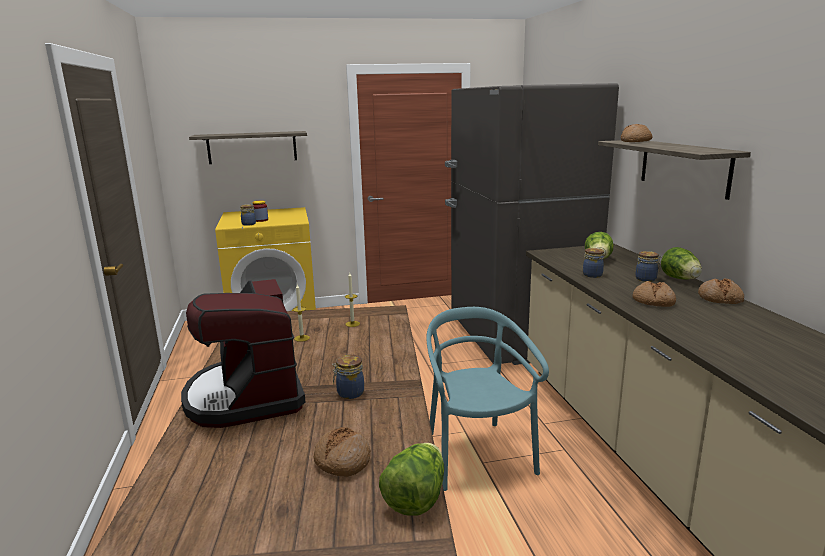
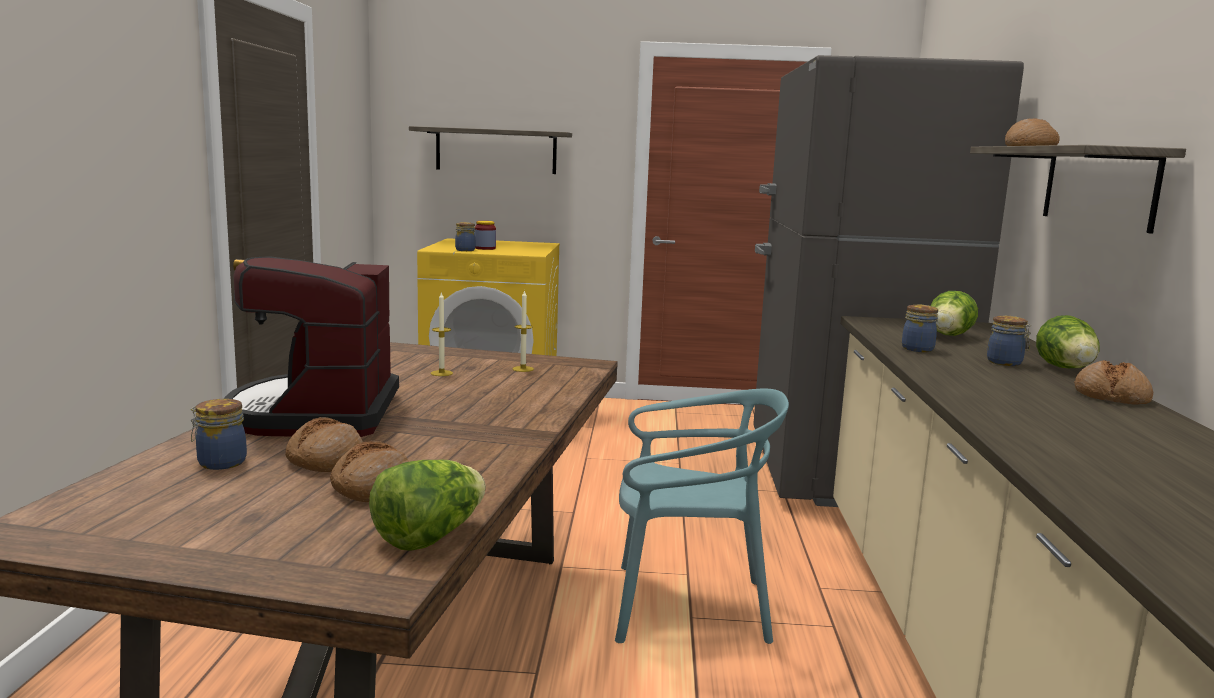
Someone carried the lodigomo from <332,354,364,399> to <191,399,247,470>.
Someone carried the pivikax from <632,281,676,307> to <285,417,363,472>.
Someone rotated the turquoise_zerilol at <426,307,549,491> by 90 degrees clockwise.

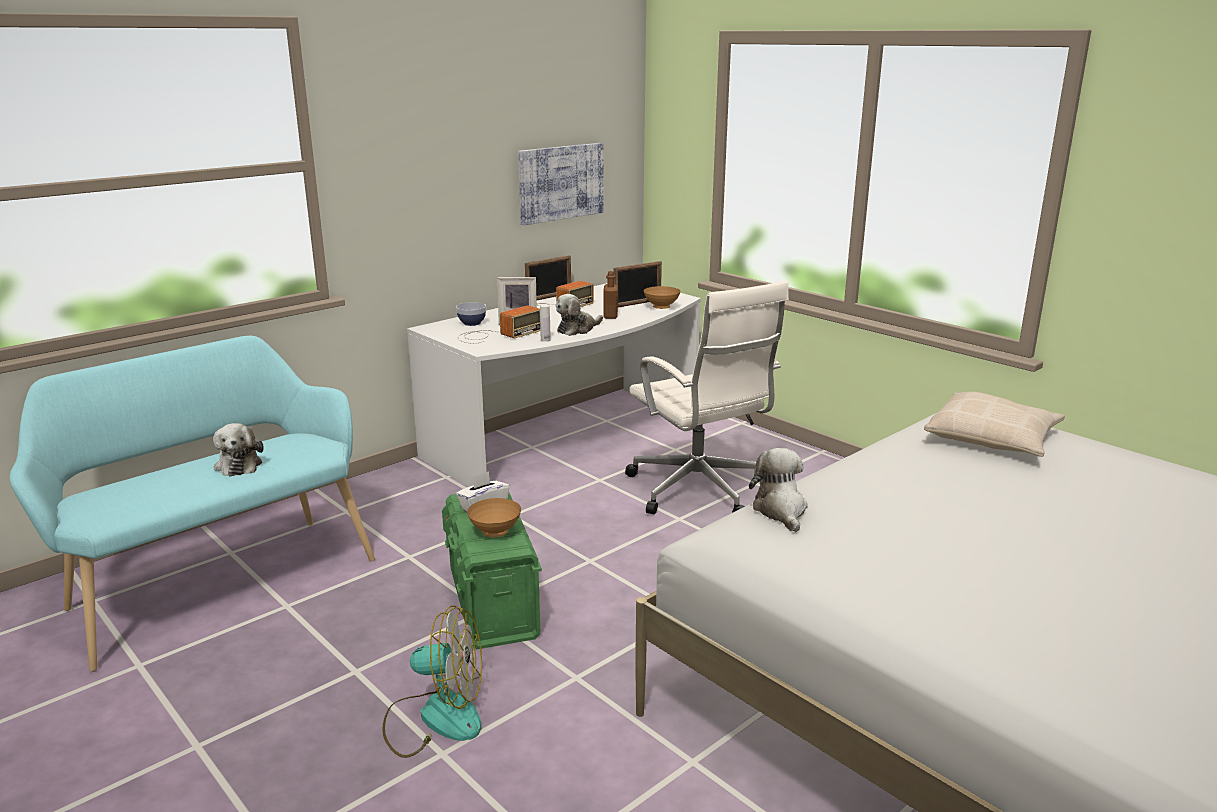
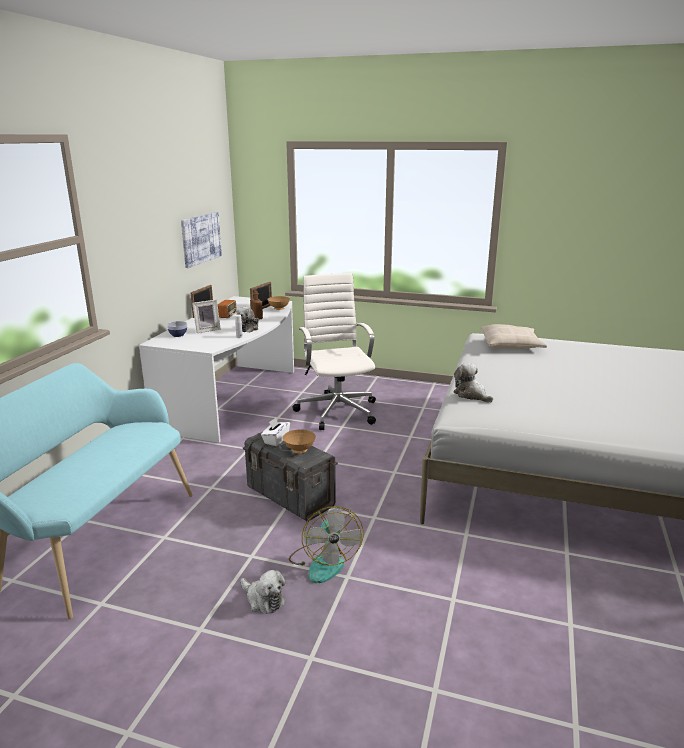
Someone took away the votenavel at <458,305,540,344>.
Someone carried the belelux from <213,423,264,476> to <241,570,285,614>.
Someone repainted the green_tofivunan at <442,493,542,649>, which became the grey_tofivunan at <243,432,338,521>.
Someone rotated the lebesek at <382,605,482,758> by 105 degrees clockwise.
Someone rotated the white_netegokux at <625,281,789,515> by 135 degrees counterclockwise.

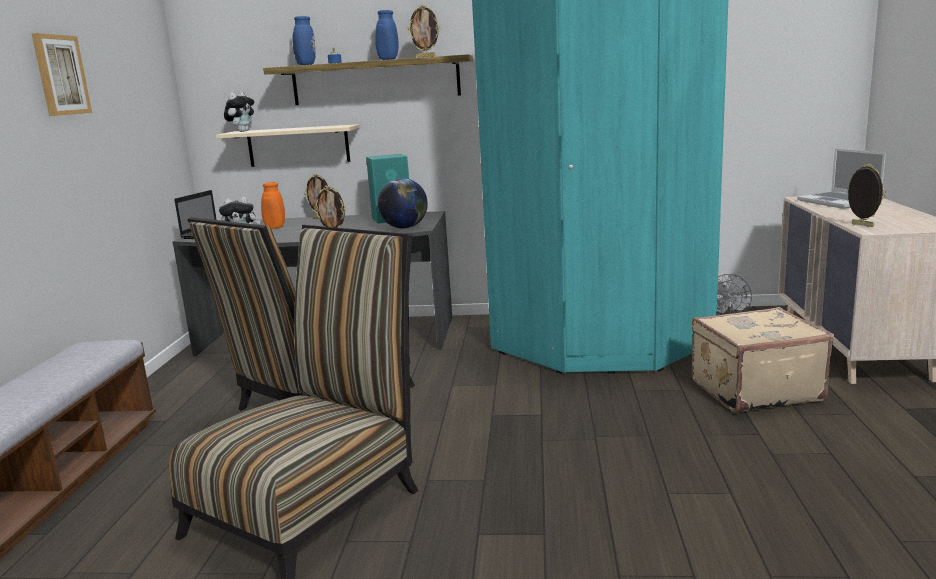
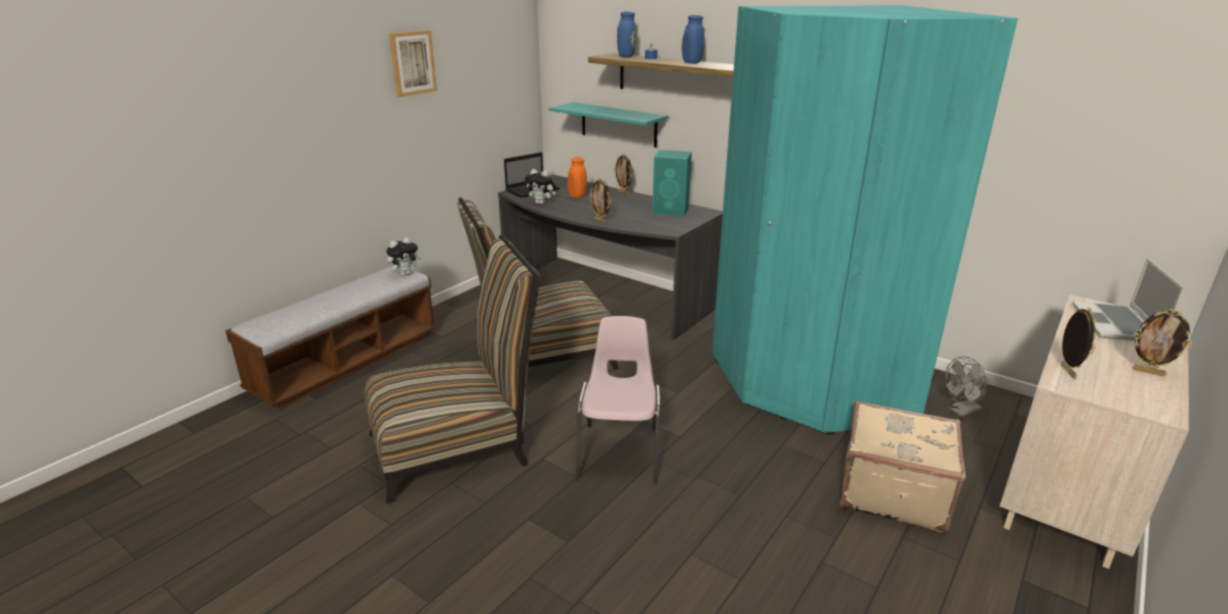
Someone took away the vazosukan at <378,178,428,229>.
Someone put down the pink_zerilol at <576,316,660,484>.
Someone carried the belelux from <224,92,254,132> to <386,237,421,276>.
Someone carried the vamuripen from <408,4,440,57> to <1132,309,1192,376>.
Someone repainted the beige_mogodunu at <216,124,360,167>, which became the turquoise_mogodunu at <549,102,668,148>.

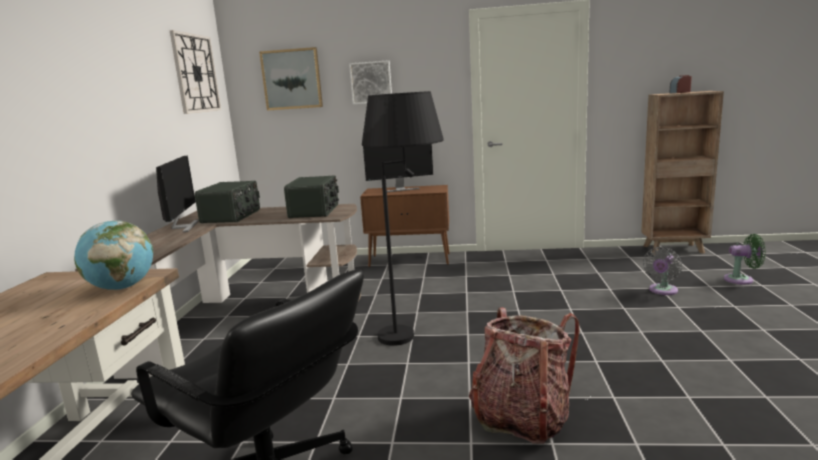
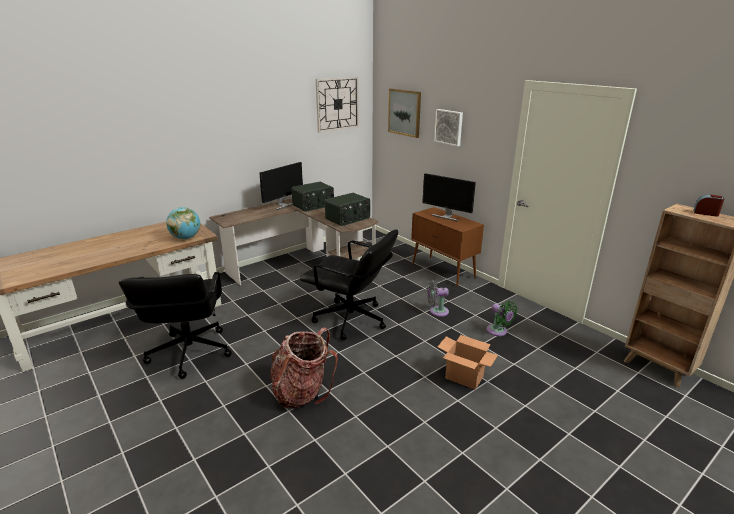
Someone put down the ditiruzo at <438,335,498,390>.
Someone carried the grey_lebesek from <643,247,682,295> to <427,280,449,317>.
Someone carried the green_lebesek from <724,234,766,284> to <486,301,518,336>.
Someone swapped the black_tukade at <362,91,444,346> for the black_netegokux at <300,229,398,340>.

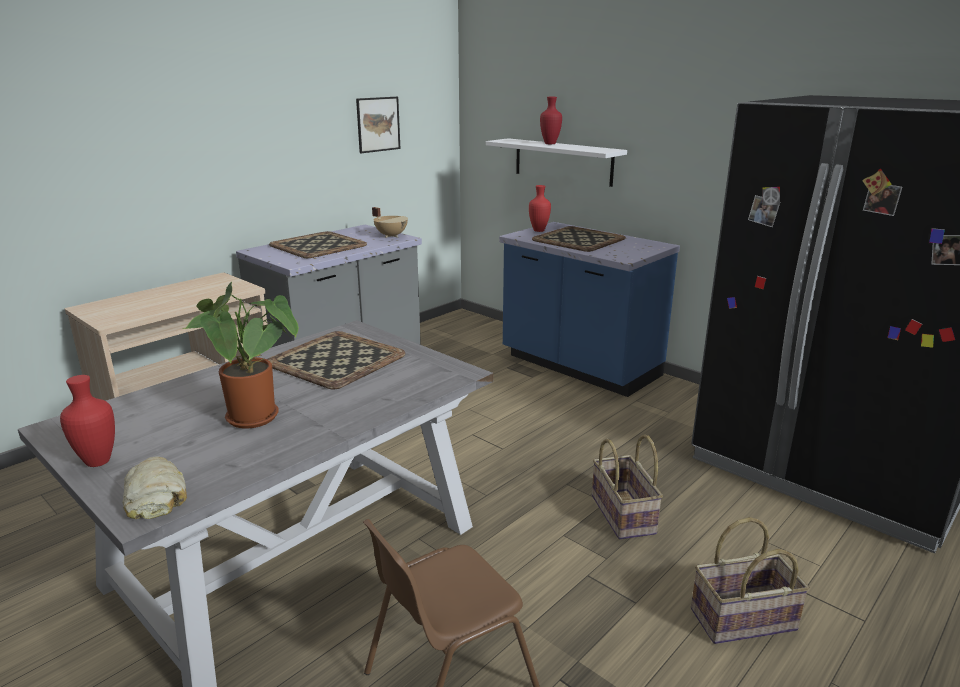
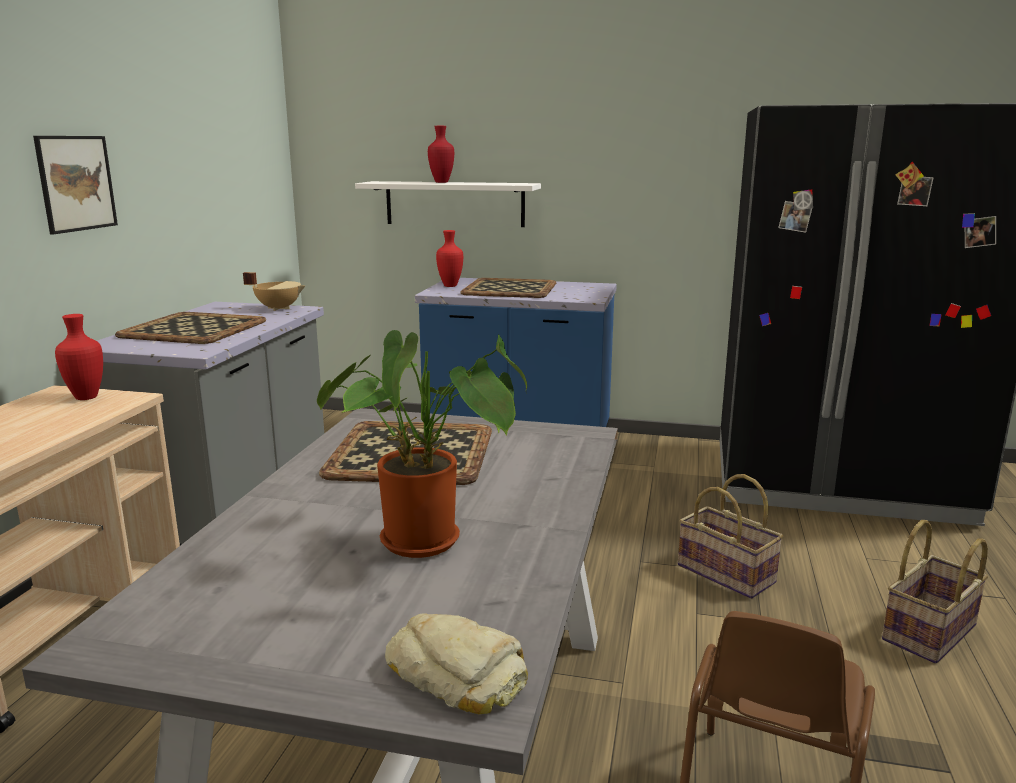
Someone carried the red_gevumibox from <60,375,115,467> to <55,314,103,400>.
Someone carried the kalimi from <356,97,400,153> to <33,136,118,234>.

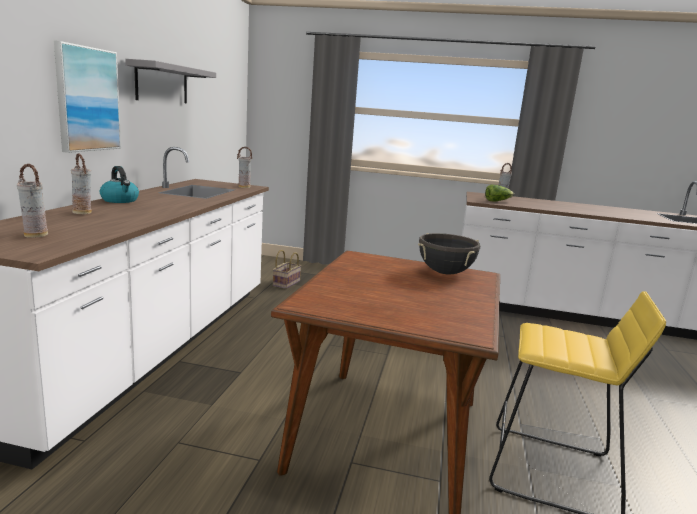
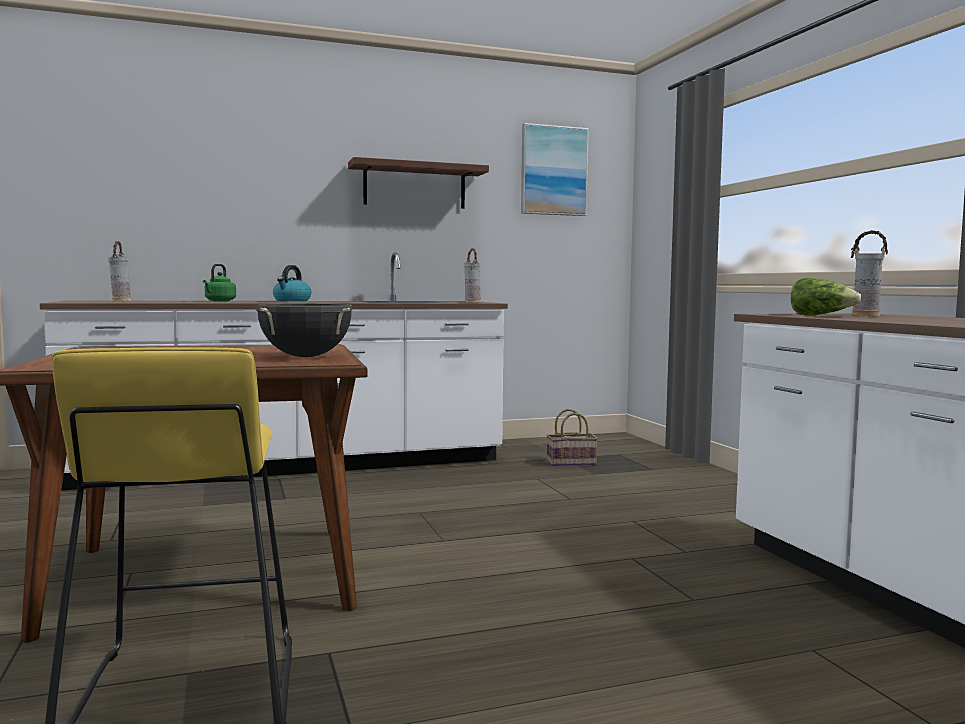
Someone carried the kalimi from <54,41,121,153> to <521,123,589,216>.
Someone swapped the gevumibox at <71,153,92,214> for the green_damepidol at <203,264,236,301>.
Someone repainted the grey_mogodunu at <125,59,216,103>, which became the brown_mogodunu at <348,157,489,209>.

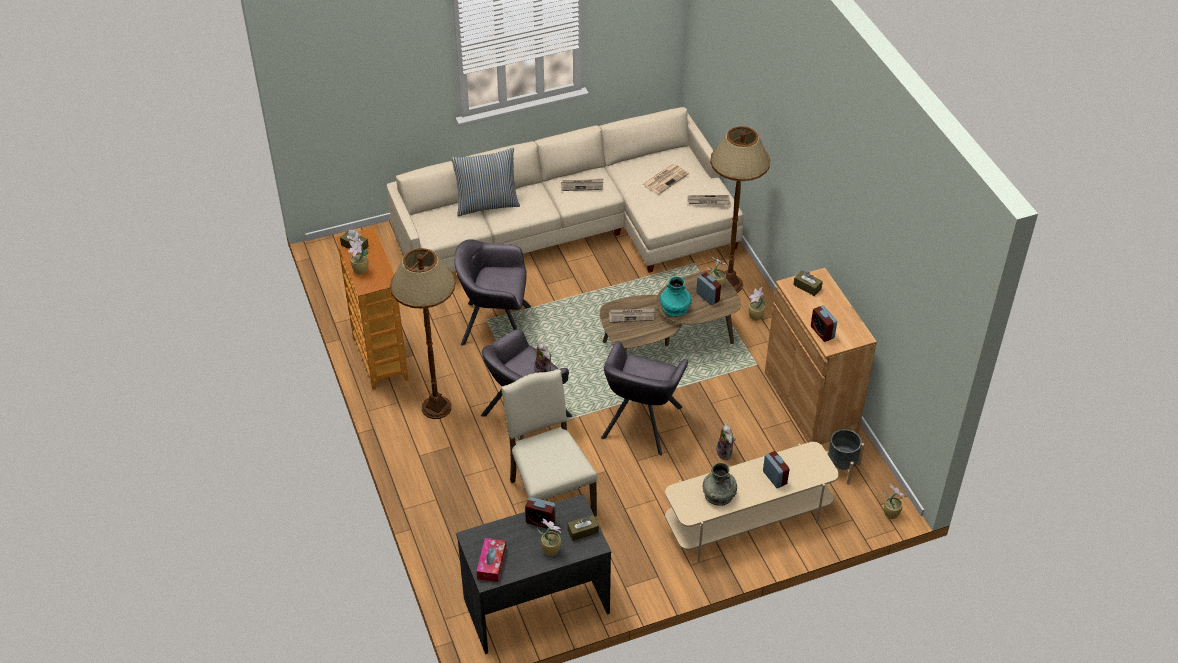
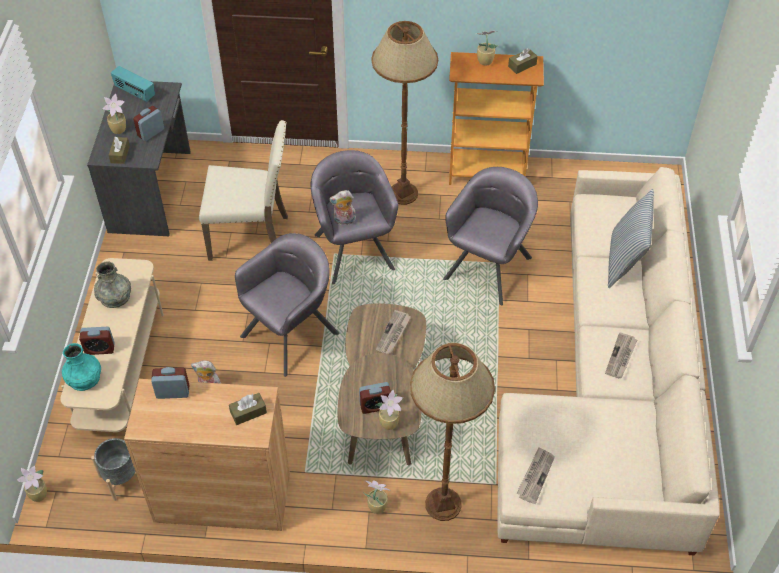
Someone took away the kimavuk at <642,164,689,195>.
Someone carried the turquoise_gevumibox from <660,276,692,317> to <62,343,101,391>.
Someone swapped the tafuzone at <477,538,506,582> for the votenavel at <111,66,155,102>.
Someone rotated the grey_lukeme at <601,341,688,456> by 90 degrees clockwise.

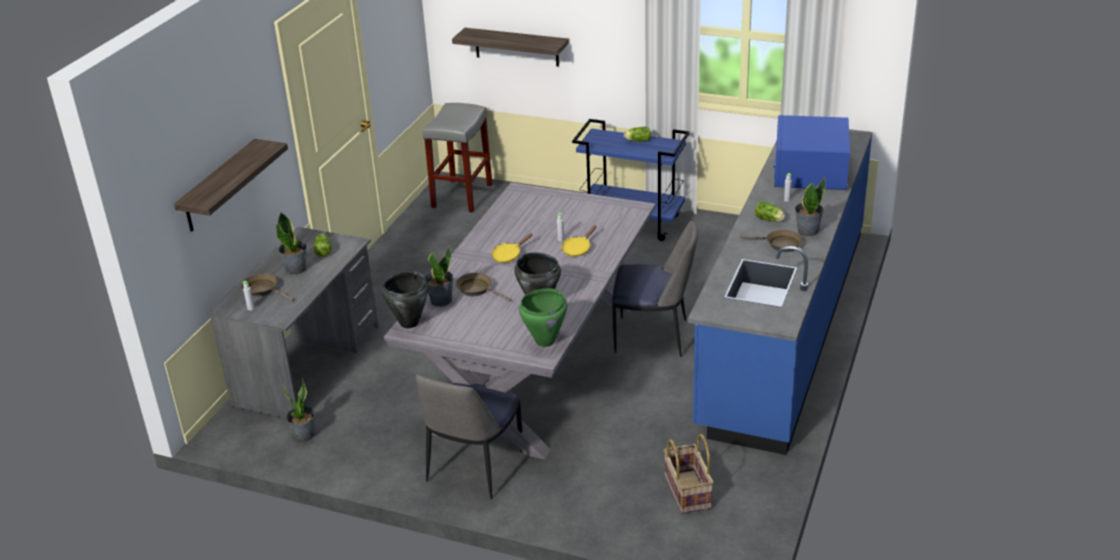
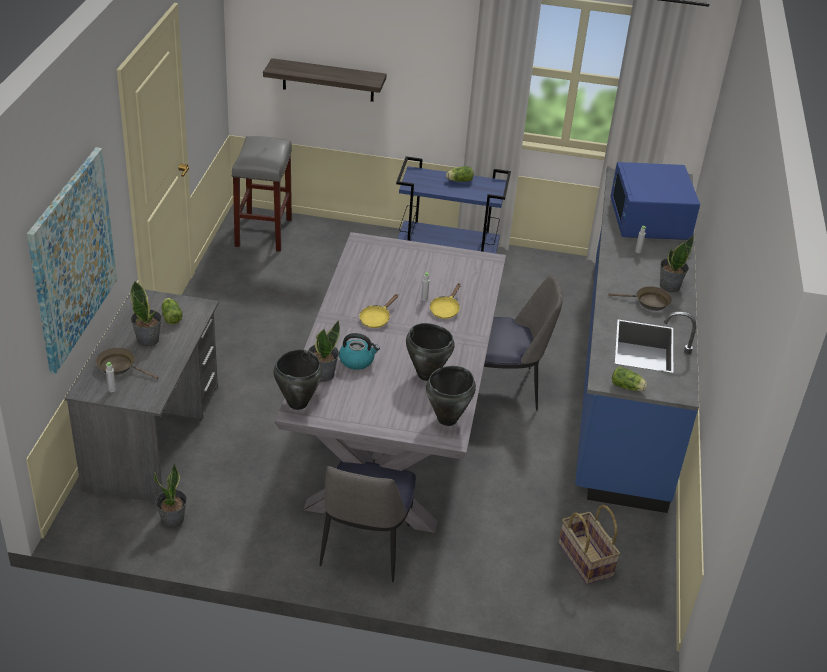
Someone carried the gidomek from <755,201,785,222> to <612,367,647,391>.
Someone swapped the mogodunu at <174,139,288,232> for the kalimi at <27,147,117,374>.
Someone swapped the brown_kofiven at <456,273,511,302> for the damepidol at <339,333,380,370>.
Someone repainted the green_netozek at <519,288,567,347>, which became the black_netozek at <426,366,476,426>.

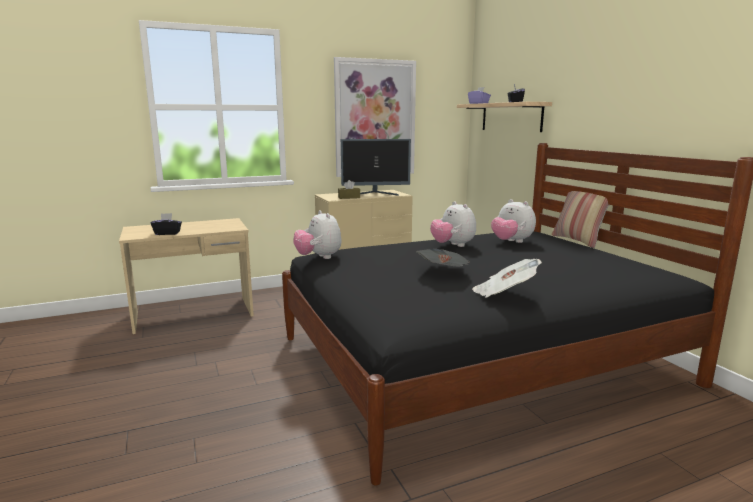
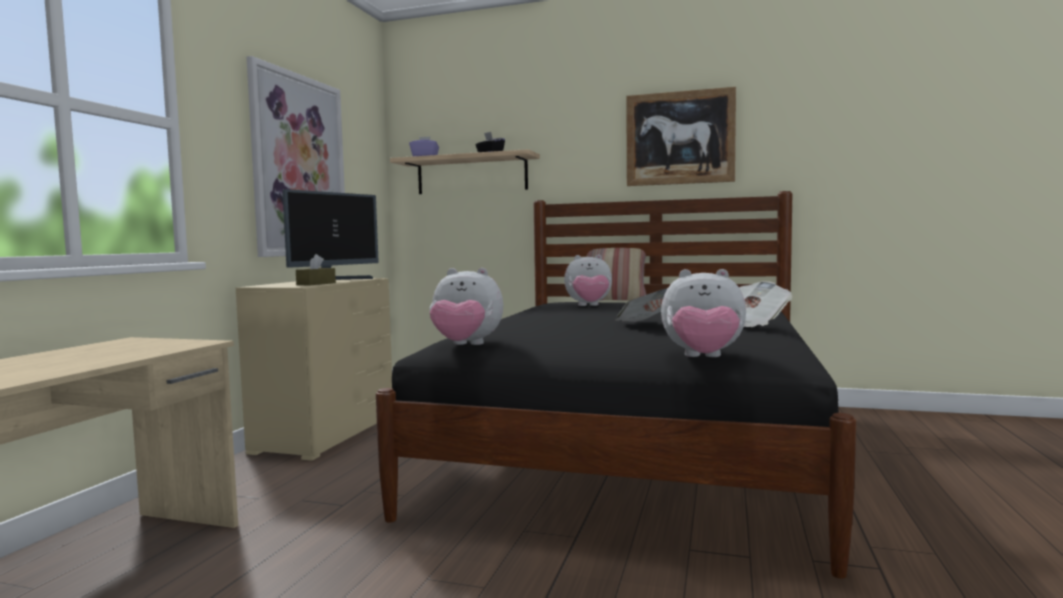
Someone took away the black_tafuzone at <151,213,182,235>.
Someone put up the kalimi at <626,87,736,186>.
Someone carried the belelux from <430,201,476,247> to <661,269,746,357>.

